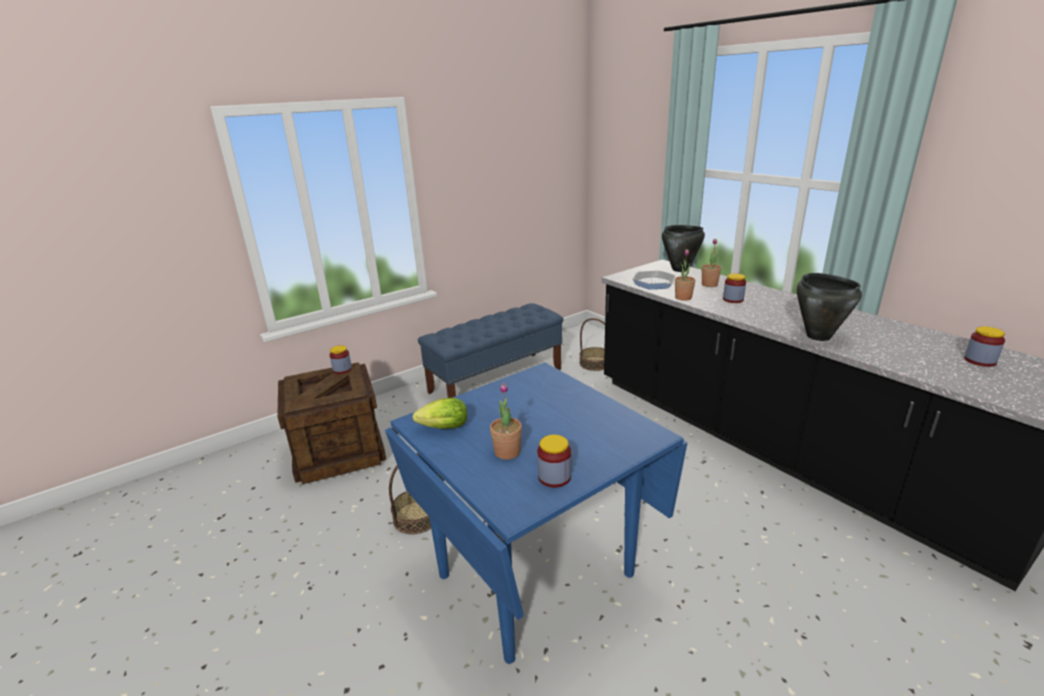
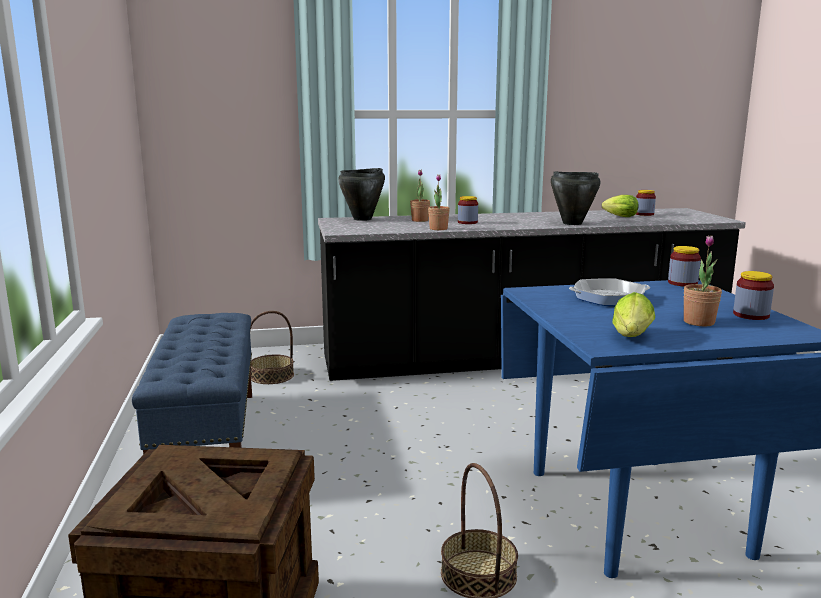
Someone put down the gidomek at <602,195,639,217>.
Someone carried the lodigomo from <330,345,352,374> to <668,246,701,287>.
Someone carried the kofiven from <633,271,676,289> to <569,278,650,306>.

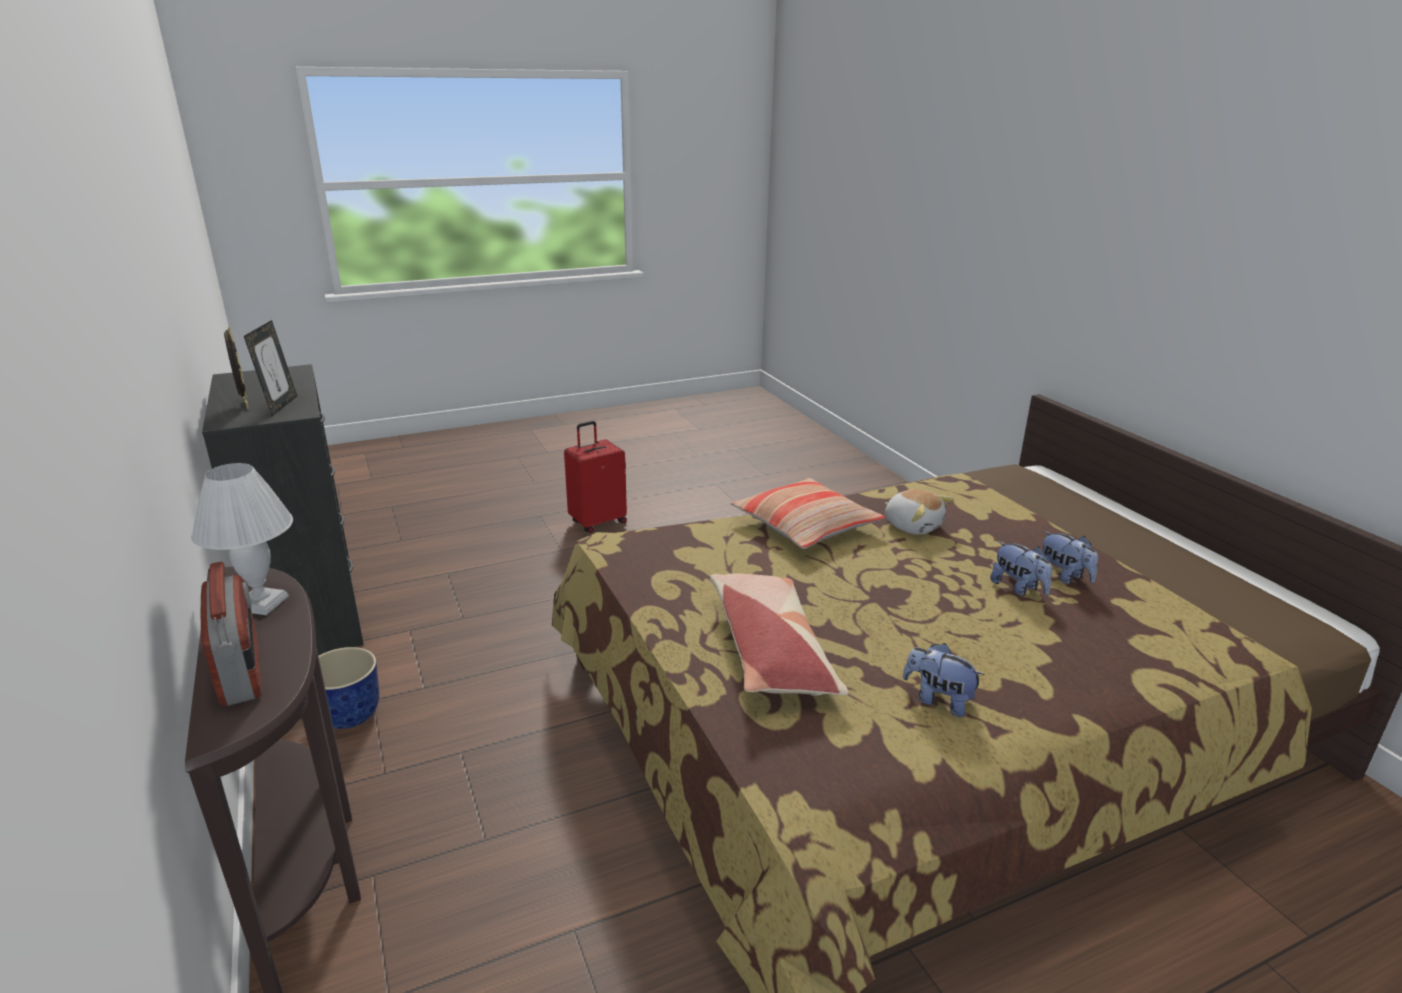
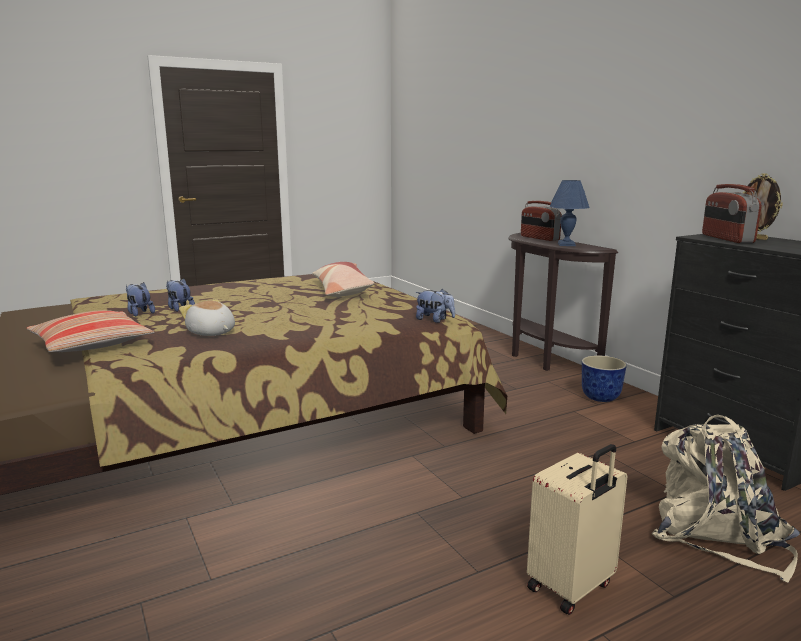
Someone put down the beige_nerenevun at <652,415,800,583>.
Someone carried the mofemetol from <731,478,885,549> to <27,310,154,352>.
Someone carried the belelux from <903,643,985,717> to <416,289,455,323>.
Someone swapped the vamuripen at <244,320,297,416> for the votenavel at <702,184,762,243>.
Someone repainted the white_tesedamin at <191,463,293,615>, which became the blue_tesedamin at <549,180,590,246>.
Someone repainted the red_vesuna at <564,421,627,533>, which became the beige_vesuna at <527,444,627,615>.

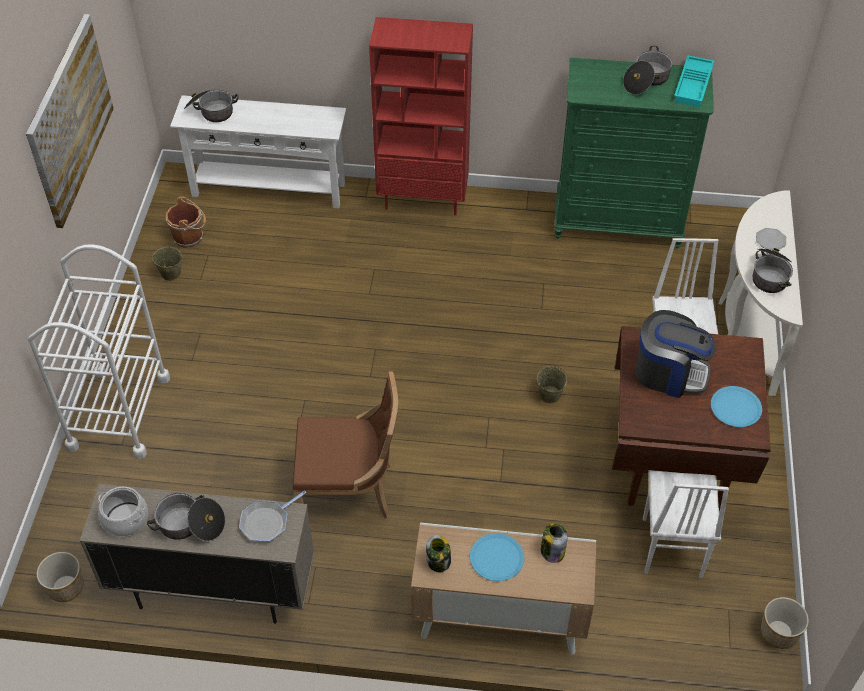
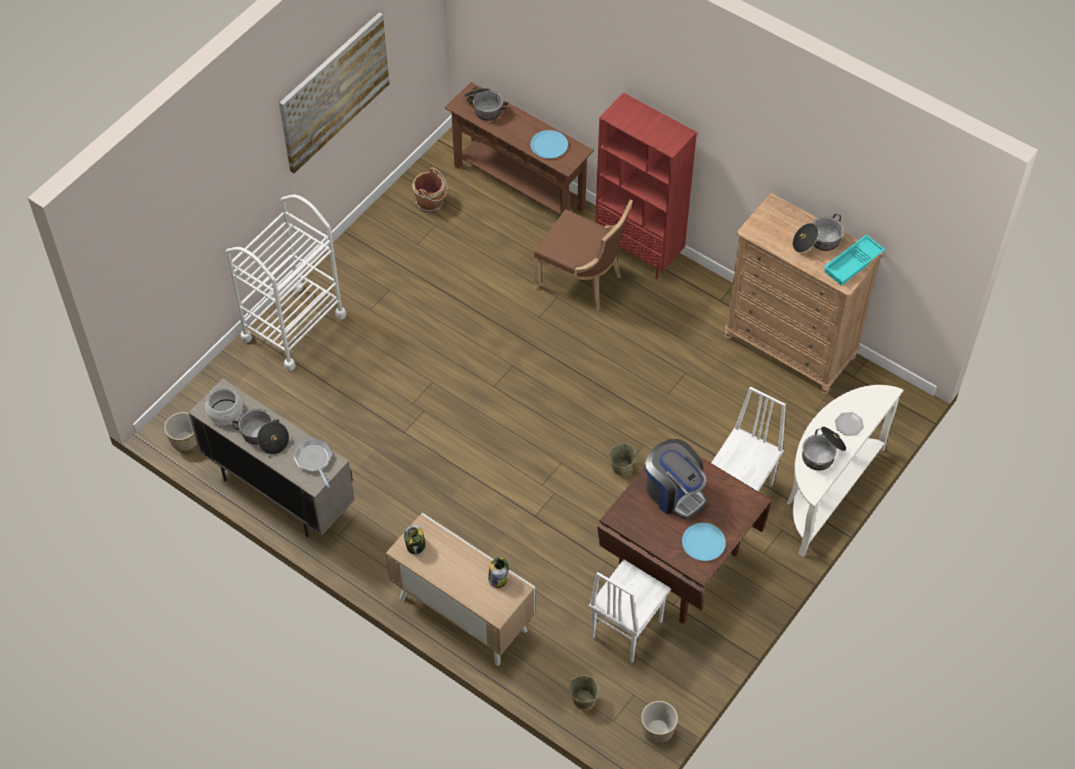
Someone carried the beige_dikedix from <152,243,182,281> to <569,675,599,709>.
Someone carried the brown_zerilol from <293,371,398,519> to <533,200,633,310>.
Someone carried the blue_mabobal from <470,533,524,581> to <531,130,568,159>.
Someone repainted the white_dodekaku at <170,95,346,209>, which became the brown_dodekaku at <445,82,594,216>.
Someone repainted the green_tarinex at <554,57,714,248>, which became the brown_tarinex at <725,193,884,395>.
Someone rotated the kofiven at <239,491,306,542> by 75 degrees clockwise.

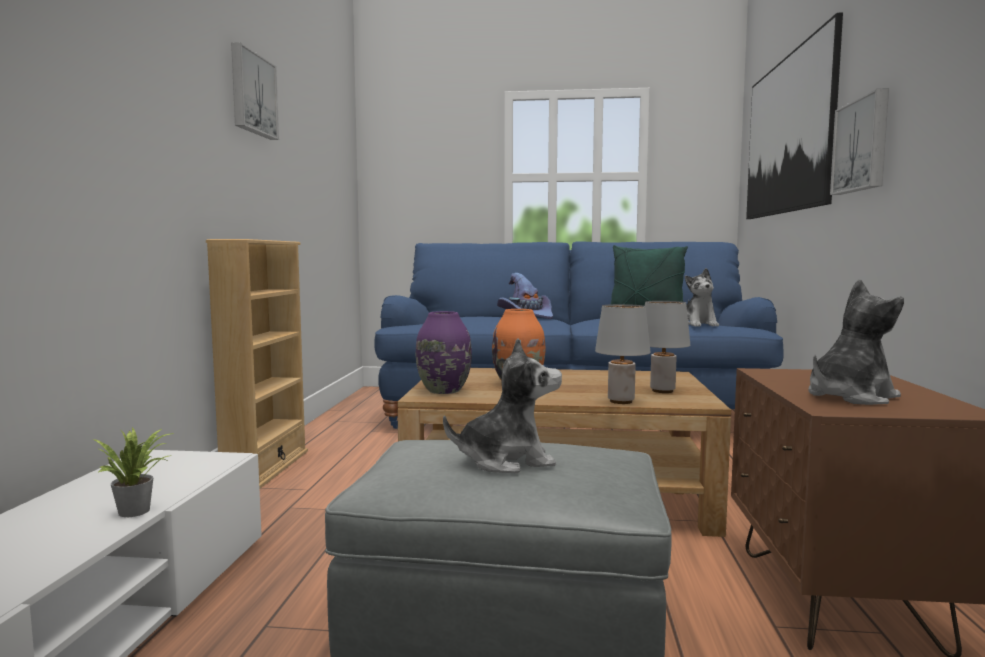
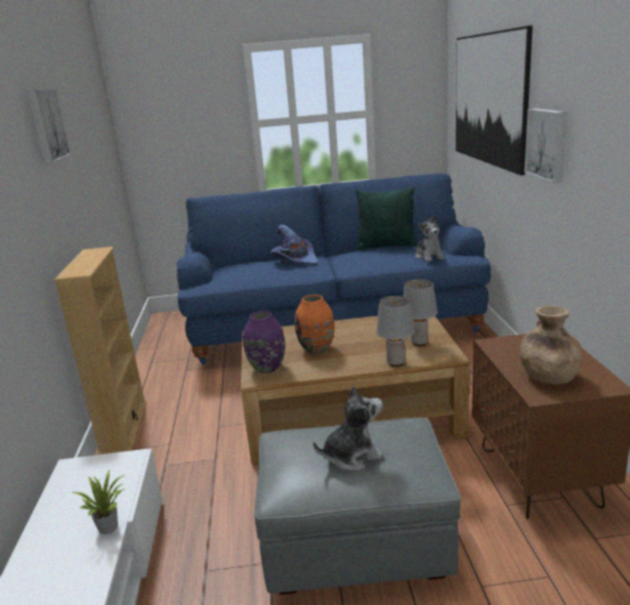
Someone swapped the belelux at <808,279,904,405> for the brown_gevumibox at <519,306,582,384>.

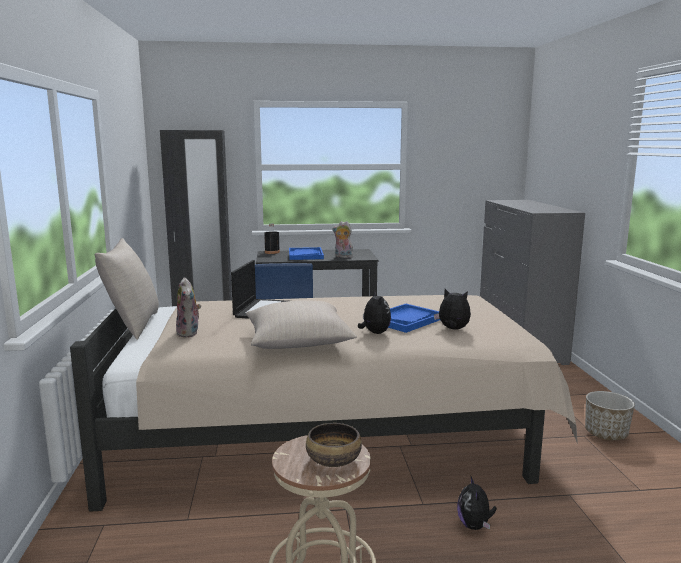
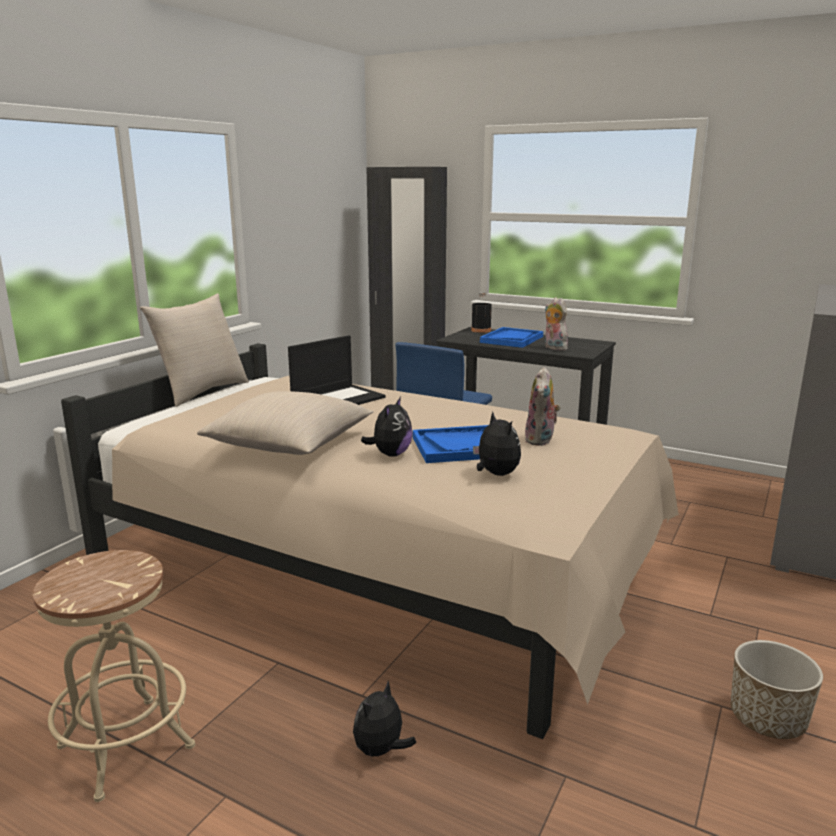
Someone took away the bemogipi at <306,423,362,467>.
Someone carried the belelux from <176,277,201,338> to <525,367,560,446>.

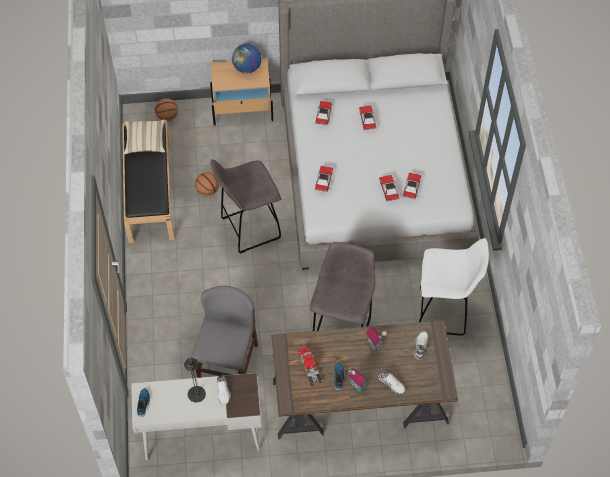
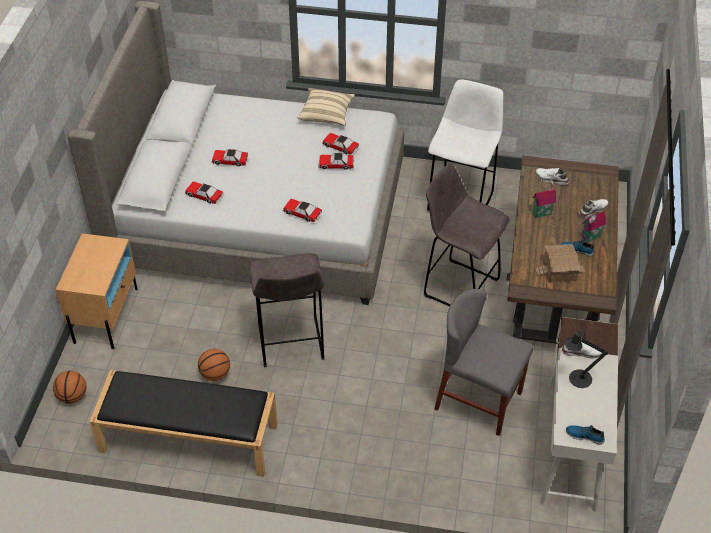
Someone took away the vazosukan at <232,44,262,74>.
Someone carried the beige_mofemetol from <124,120,165,154> to <298,88,355,125>.
Someone swapped the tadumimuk at <298,346,322,386> for the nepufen at <535,244,585,282>.

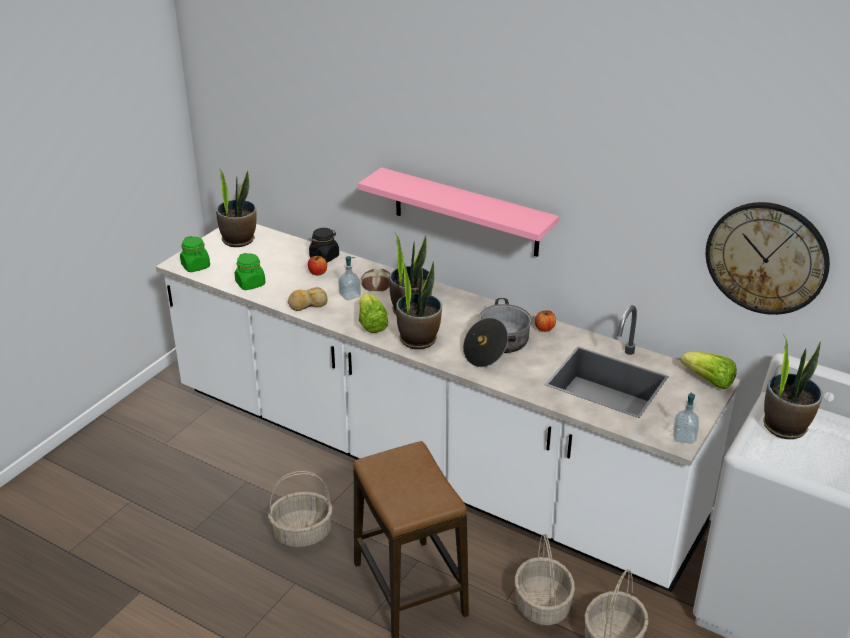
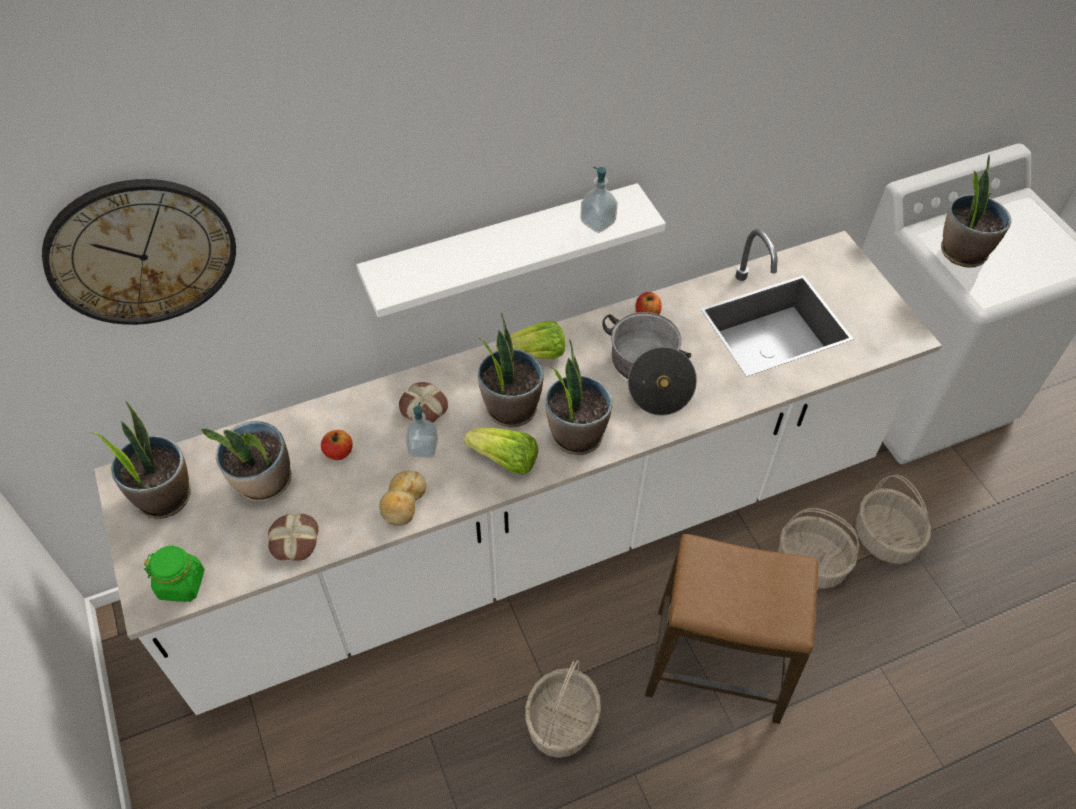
Someone took away the black_lodigomo at <309,228,339,263>.
Someone put down the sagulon at <201,421,291,502>.
Someone carried the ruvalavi from <673,392,699,444> to <580,167,618,233>.
Someone carried the gidomek from <681,352,737,389> to <497,321,566,359>.
Someone carried the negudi from <706,202,830,315> to <42,179,236,325>.
Someone swapped the green_lodigomo at <235,253,266,290> for the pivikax at <268,514,319,561>.
Someone repainted the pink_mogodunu at <358,167,559,257>, which became the white_mogodunu at <357,183,666,317>.

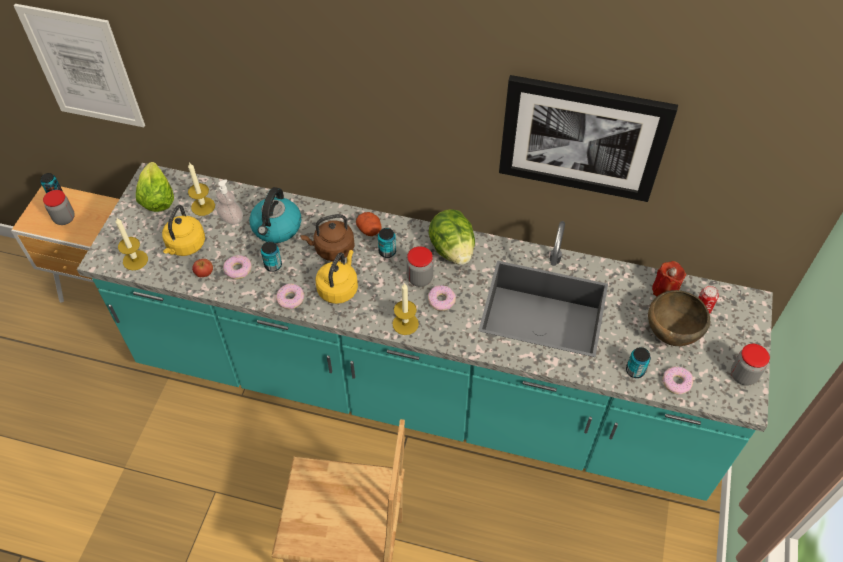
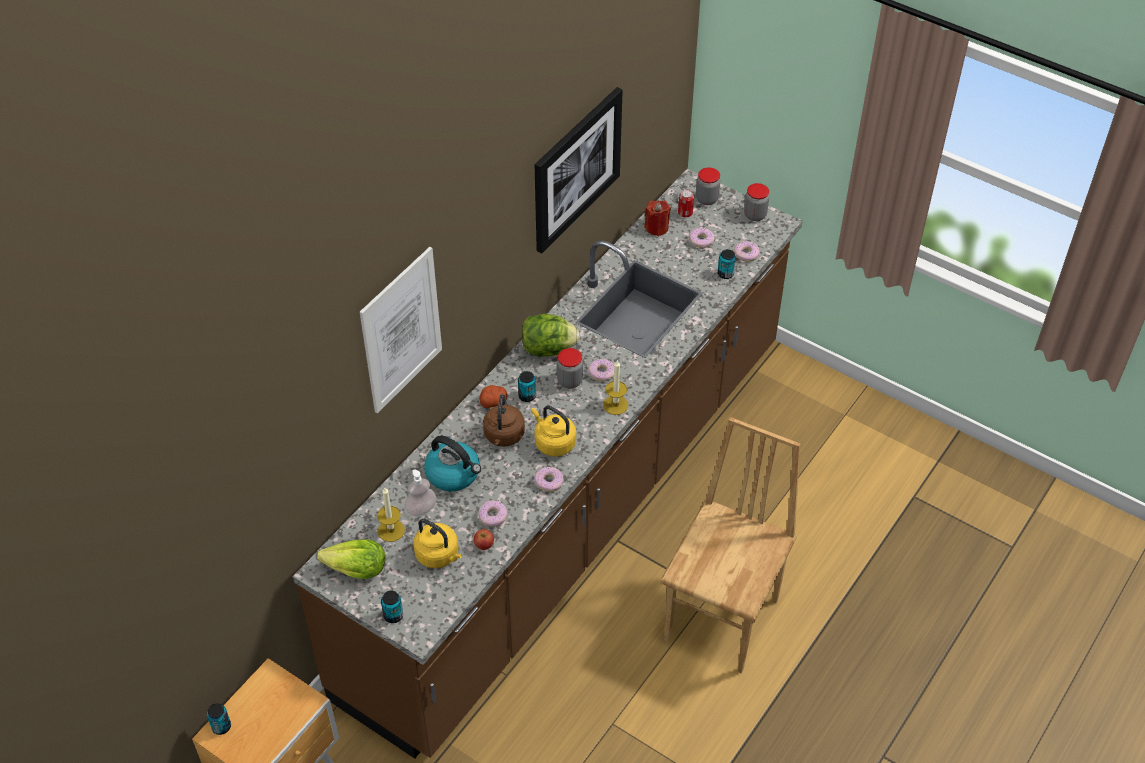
Someone took away the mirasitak at <116,217,148,270>.
Someone carried the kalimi from <14,4,145,127> to <360,247,442,414>.
Someone carried the lodigomo from <43,190,75,225> to <696,167,721,205>.
Someone carried the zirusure from <261,241,282,272> to <381,591,403,623>.
Someone swapped the brown_bemogipi at <648,290,710,346> for the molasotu at <689,228,715,248>.
Someone repainted the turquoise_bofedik at <77,163,773,501>, which became the brown_bofedik at <293,168,803,759>.

